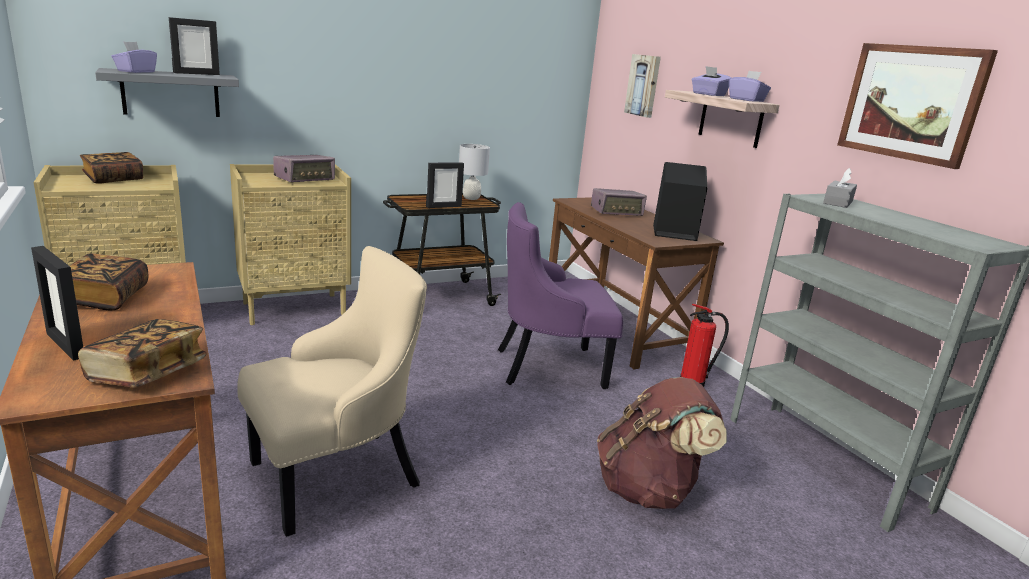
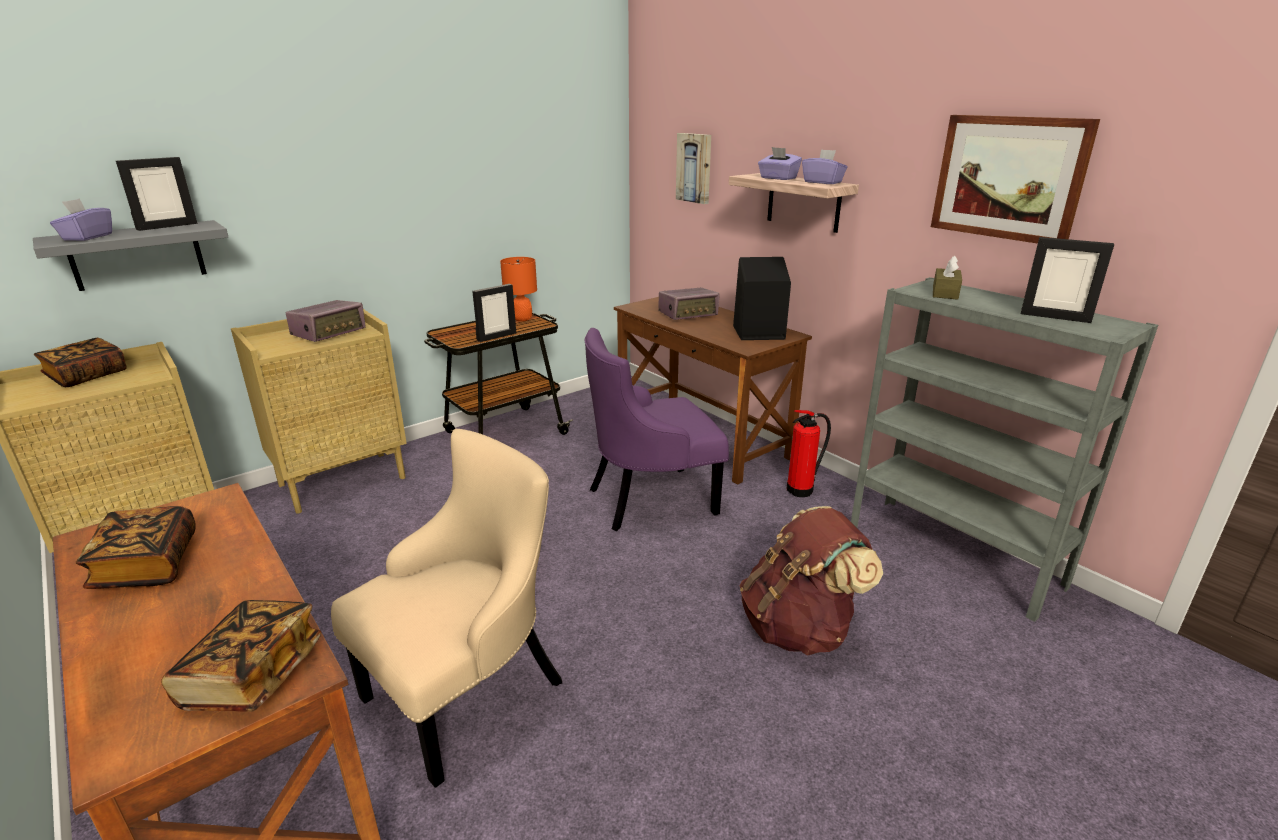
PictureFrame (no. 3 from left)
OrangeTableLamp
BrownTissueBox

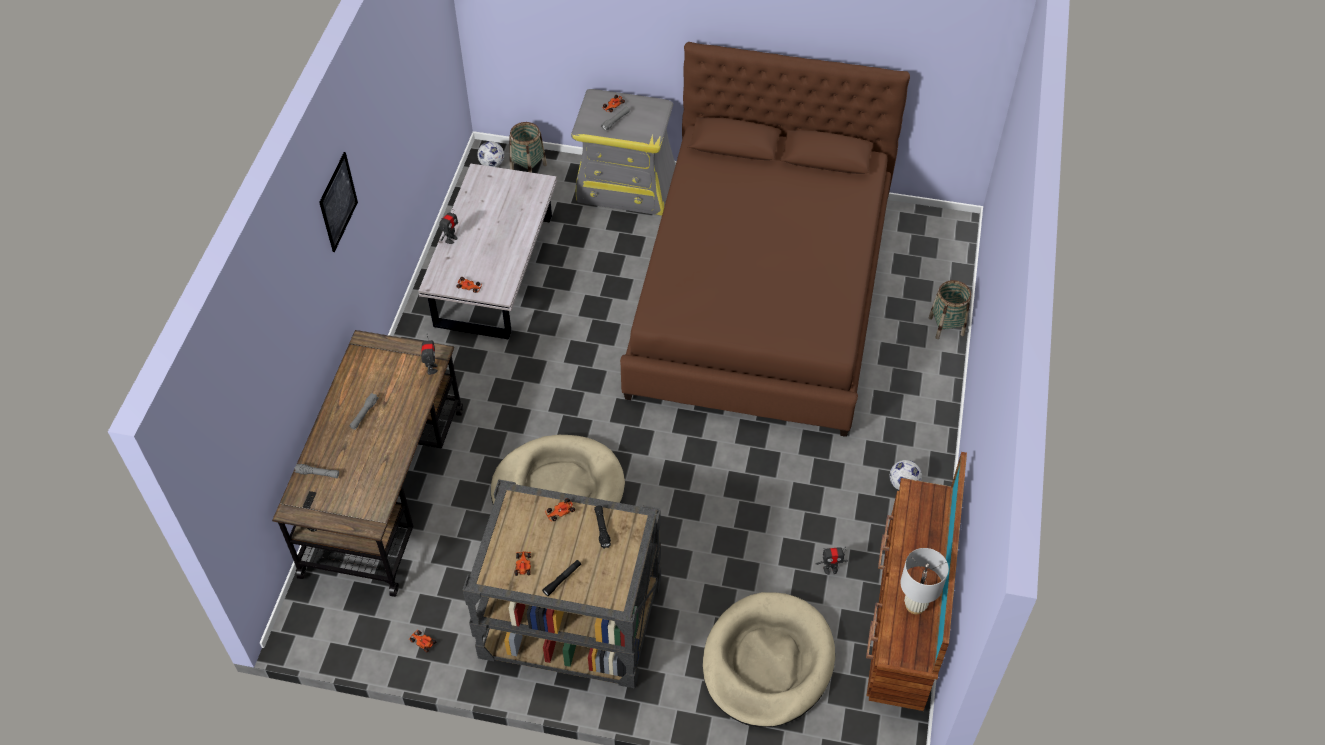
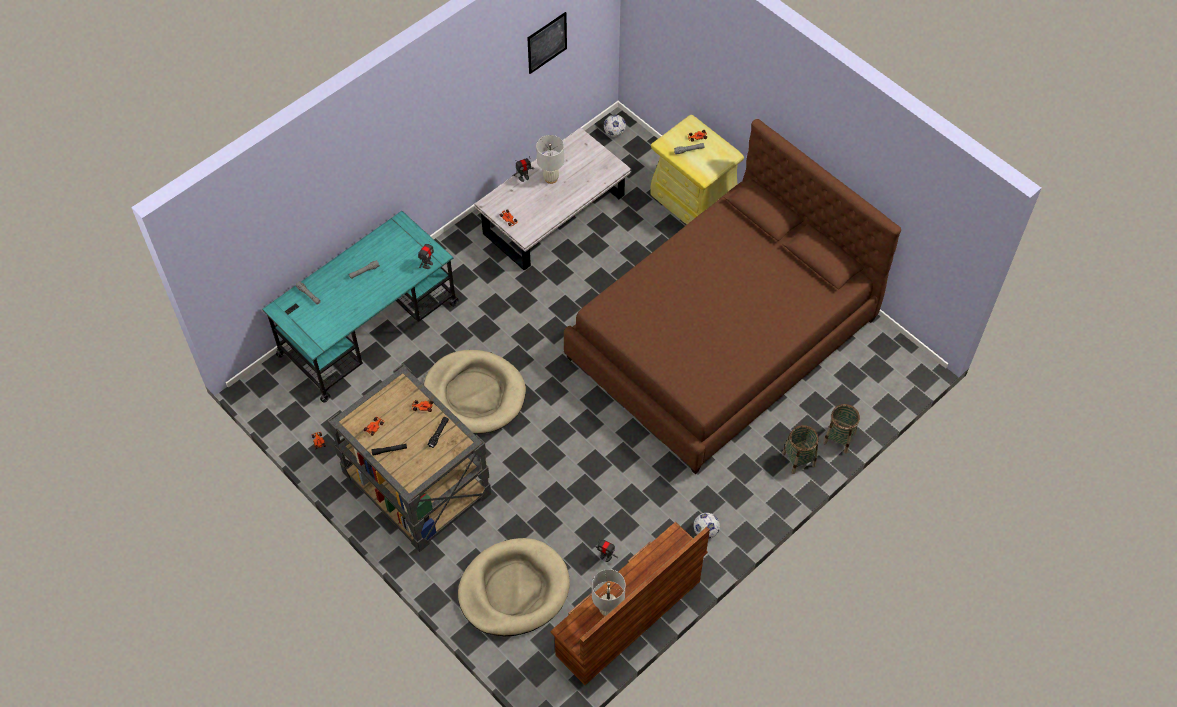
WhiteTableLamp (no. 1 from left)
Picture
Basket (no. 1 from left)
TurquoiseDesk
YellowNightstand

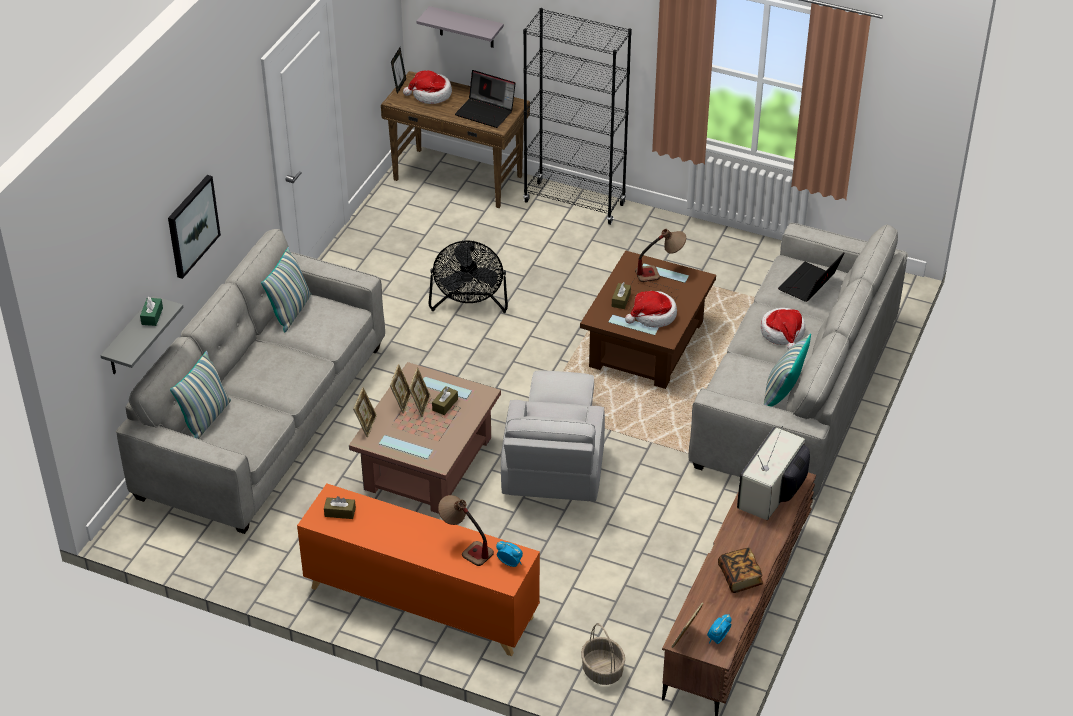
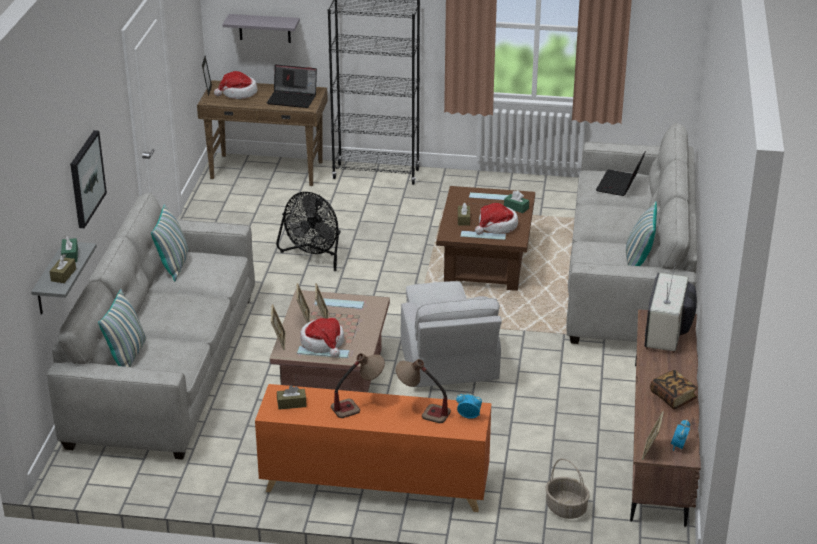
GreenTissueBox (no. 2 from left)
BrownTissueBox (no. 1 from left)
TableLamp (no. 1 from left)
Hat (no. 2 from left)
BlackFan

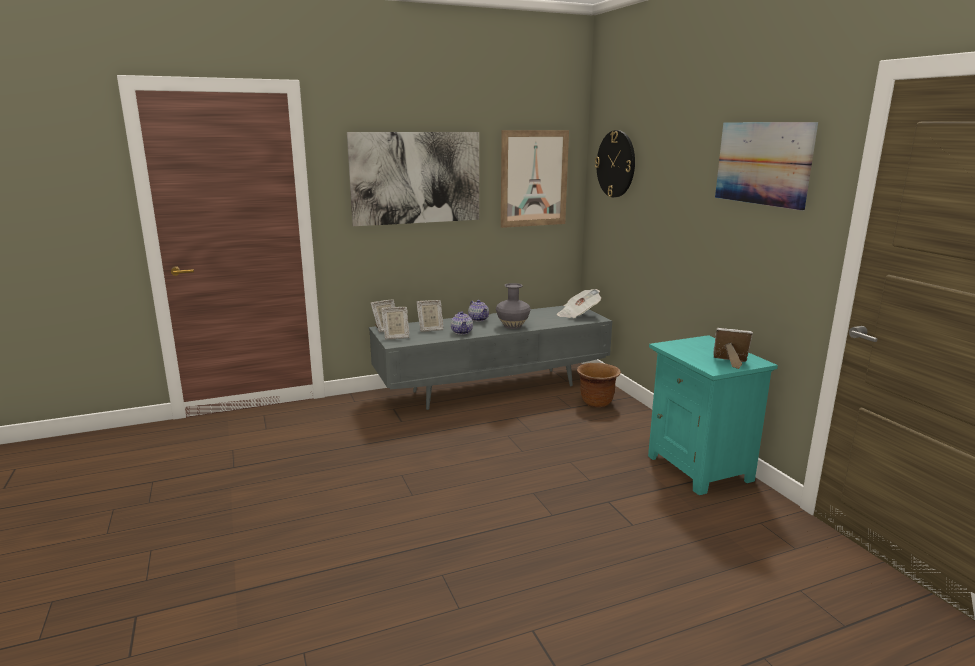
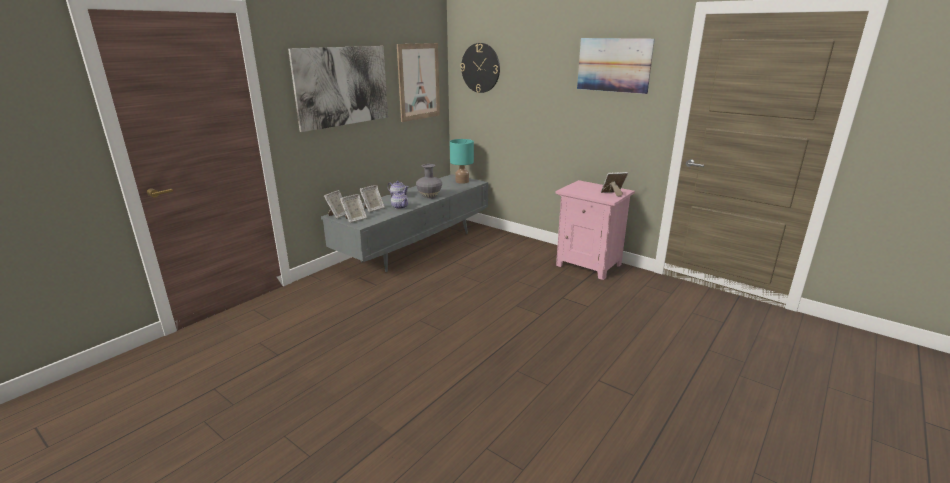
BrownPlanter
TurquoiseTableLamp
PinkNightstand

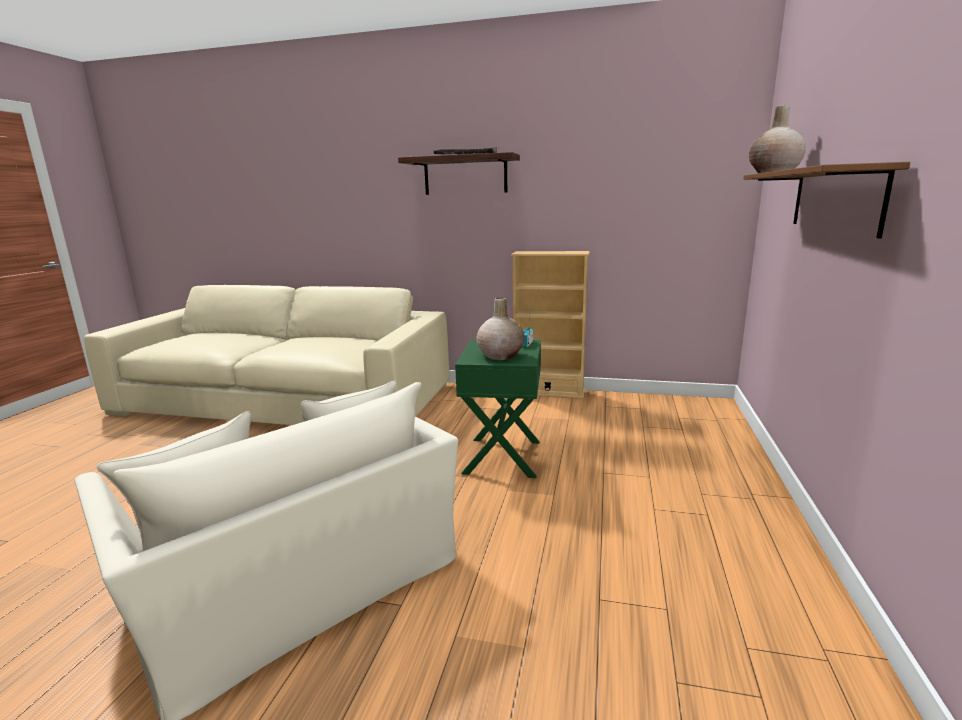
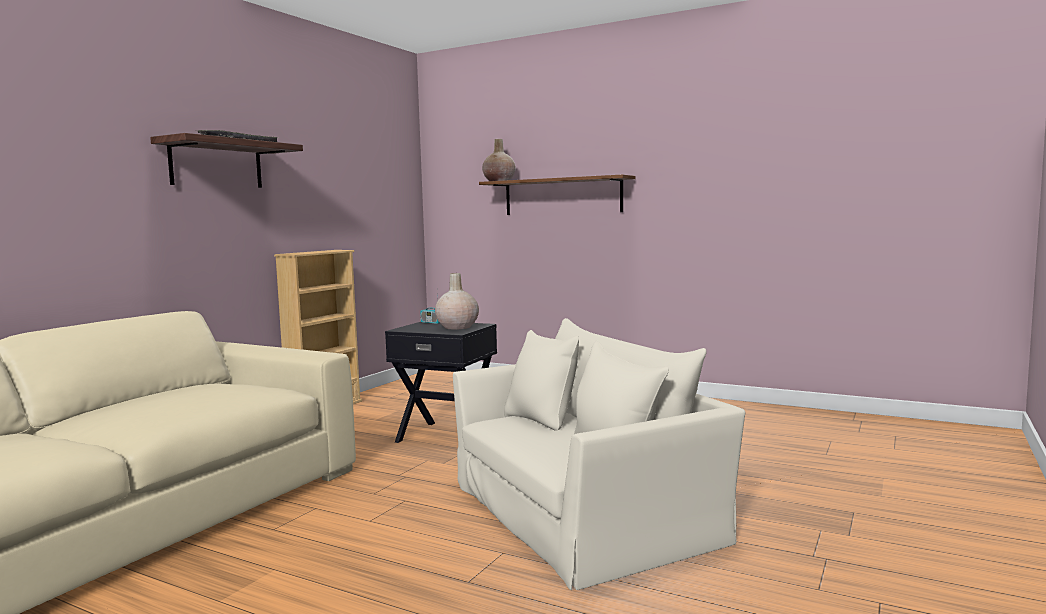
BlackSideTable

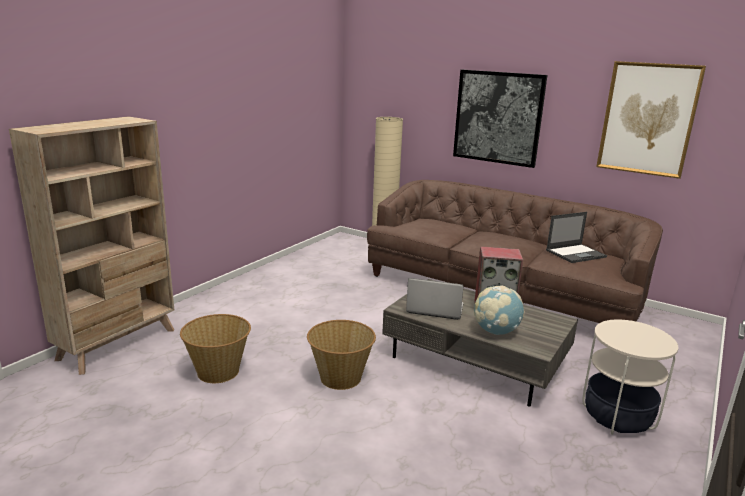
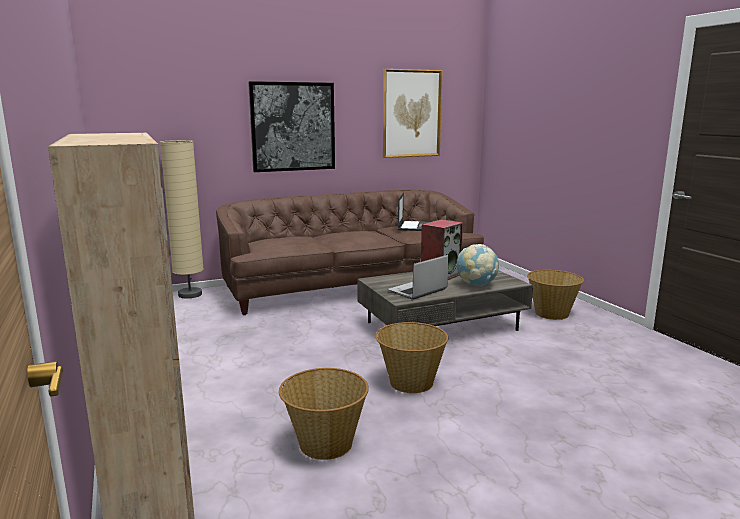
Basket (no. 3 from left)

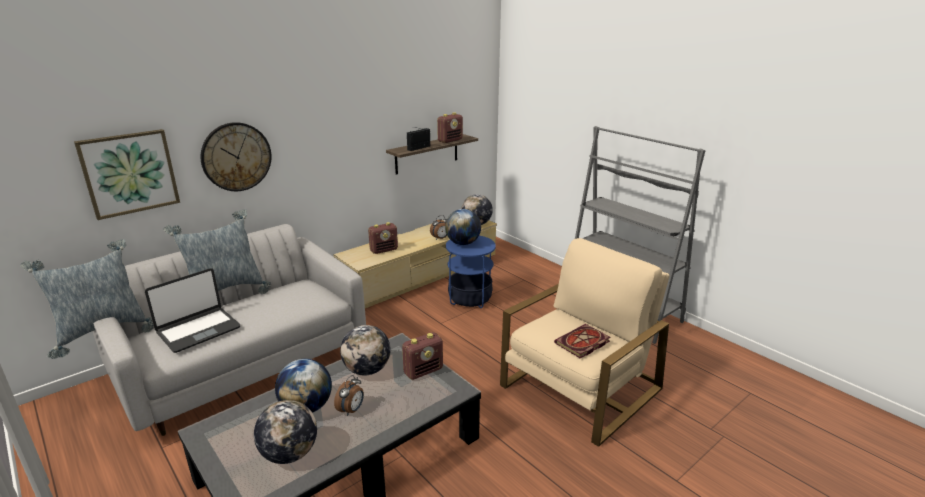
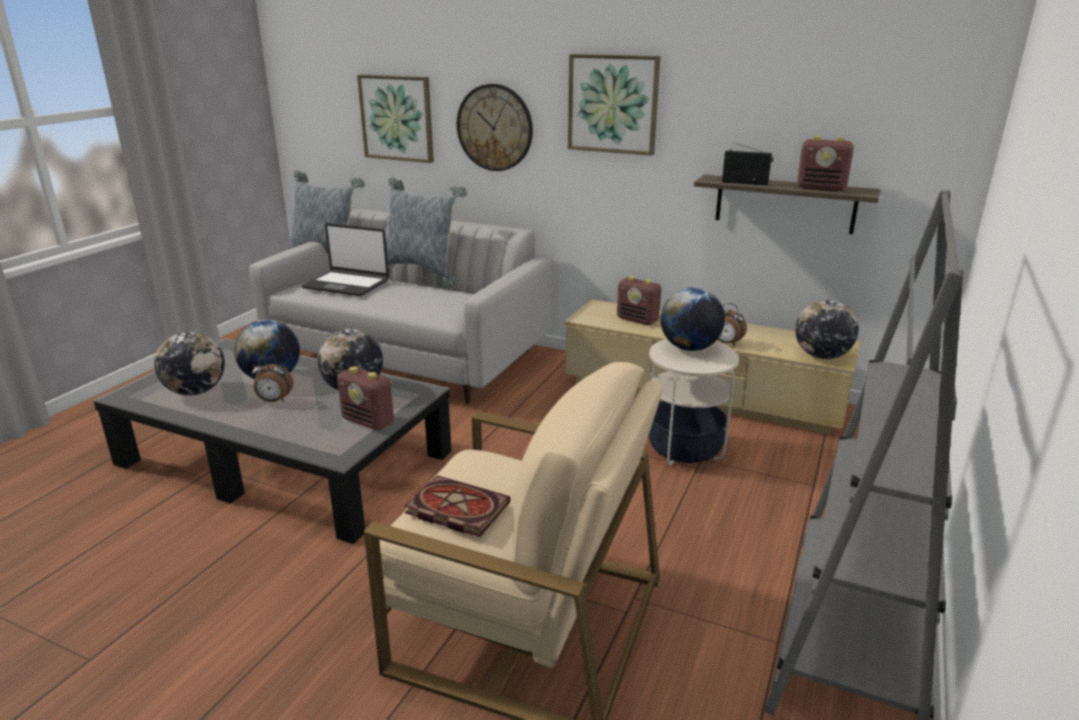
Picture (no. 2 from left)
BeigeSideTable

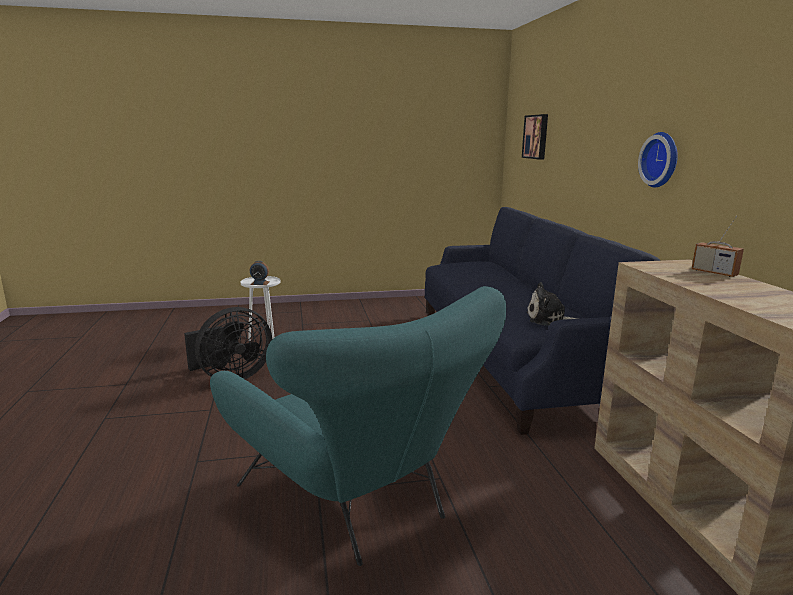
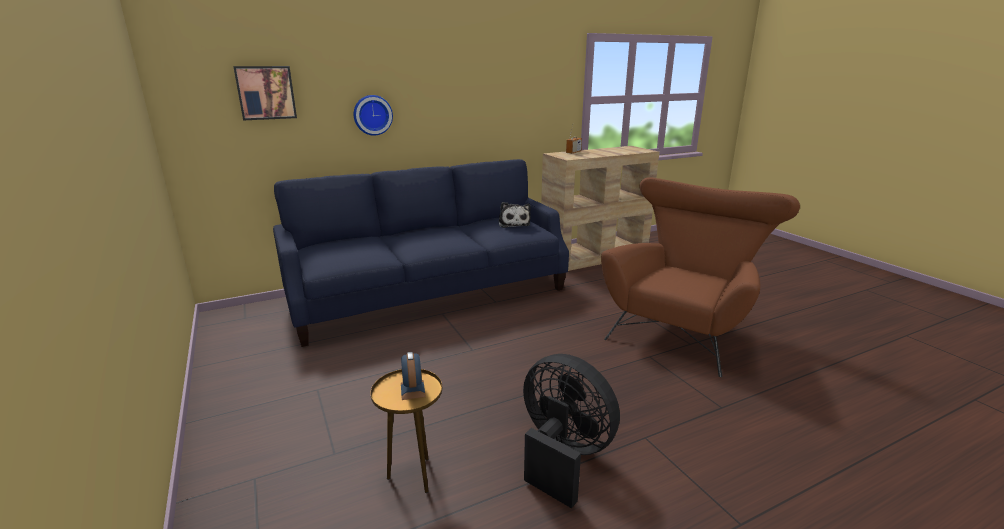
WallClock
BrownArmchair
BrownSideTable

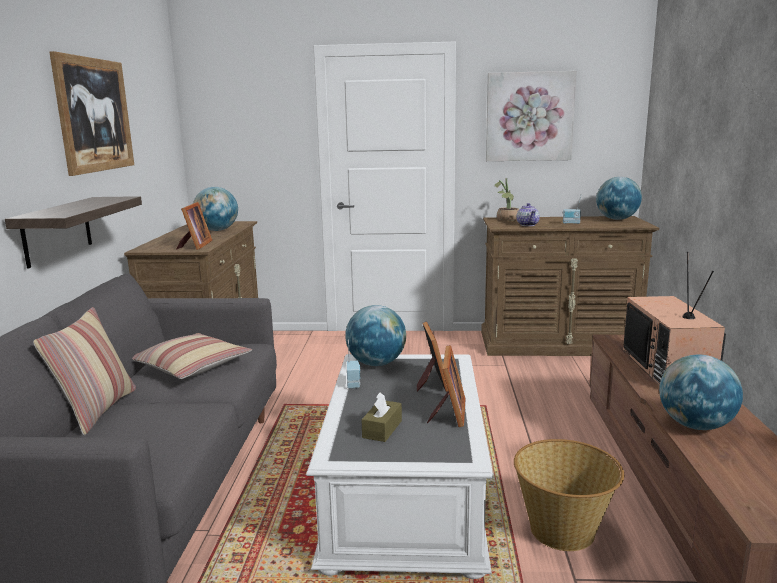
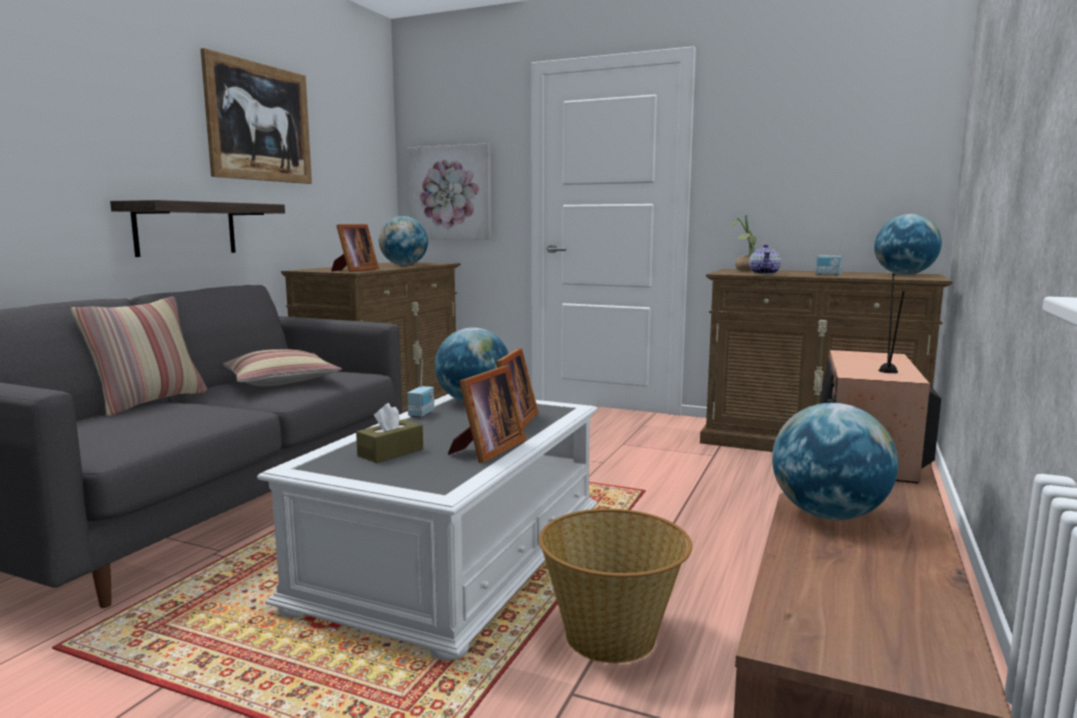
Picture (no. 2 from left)

